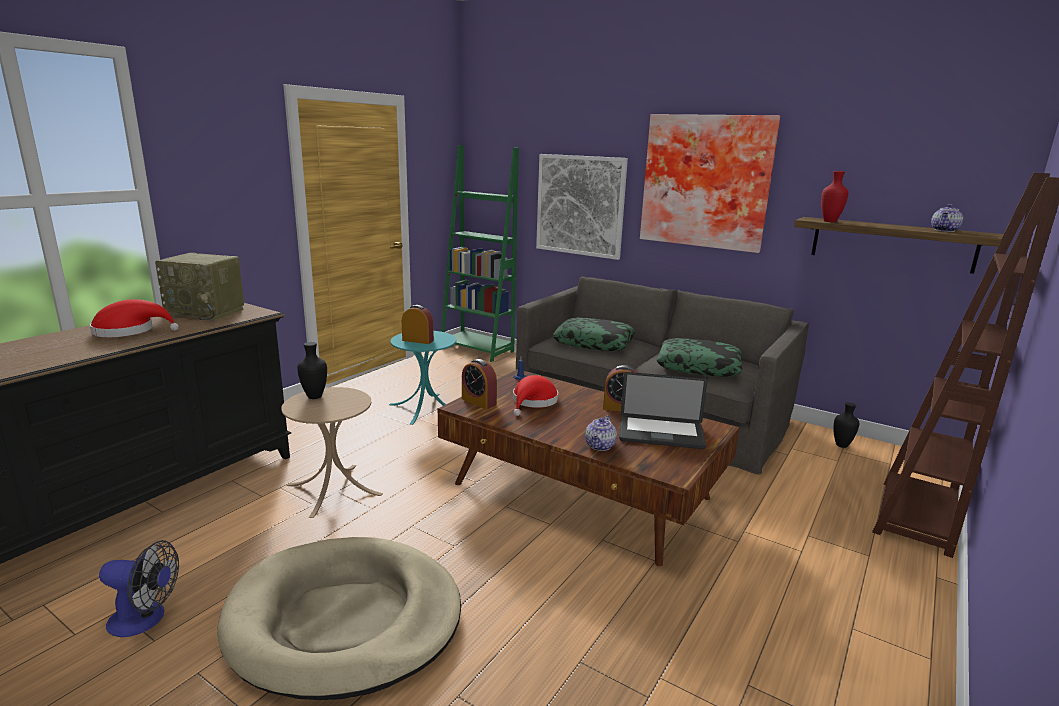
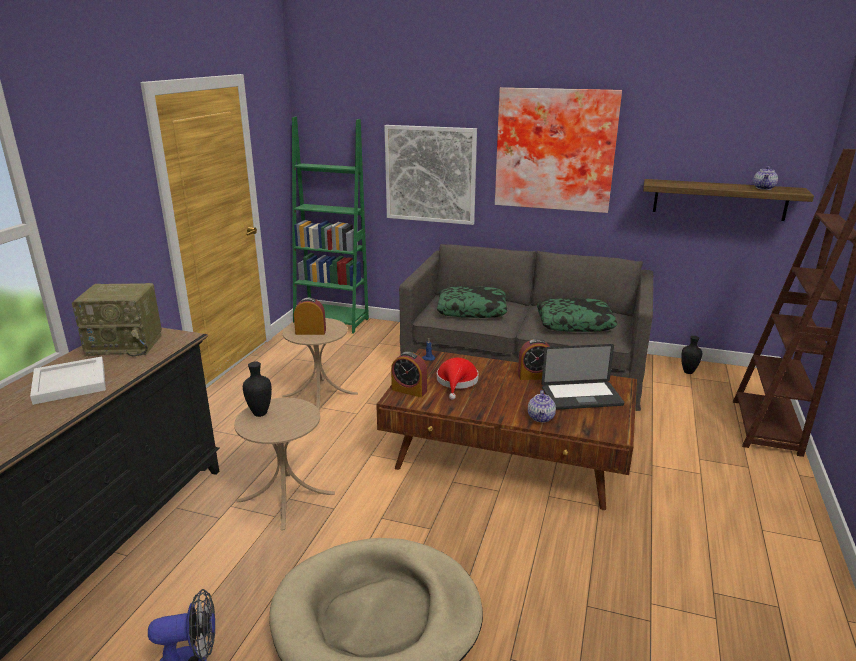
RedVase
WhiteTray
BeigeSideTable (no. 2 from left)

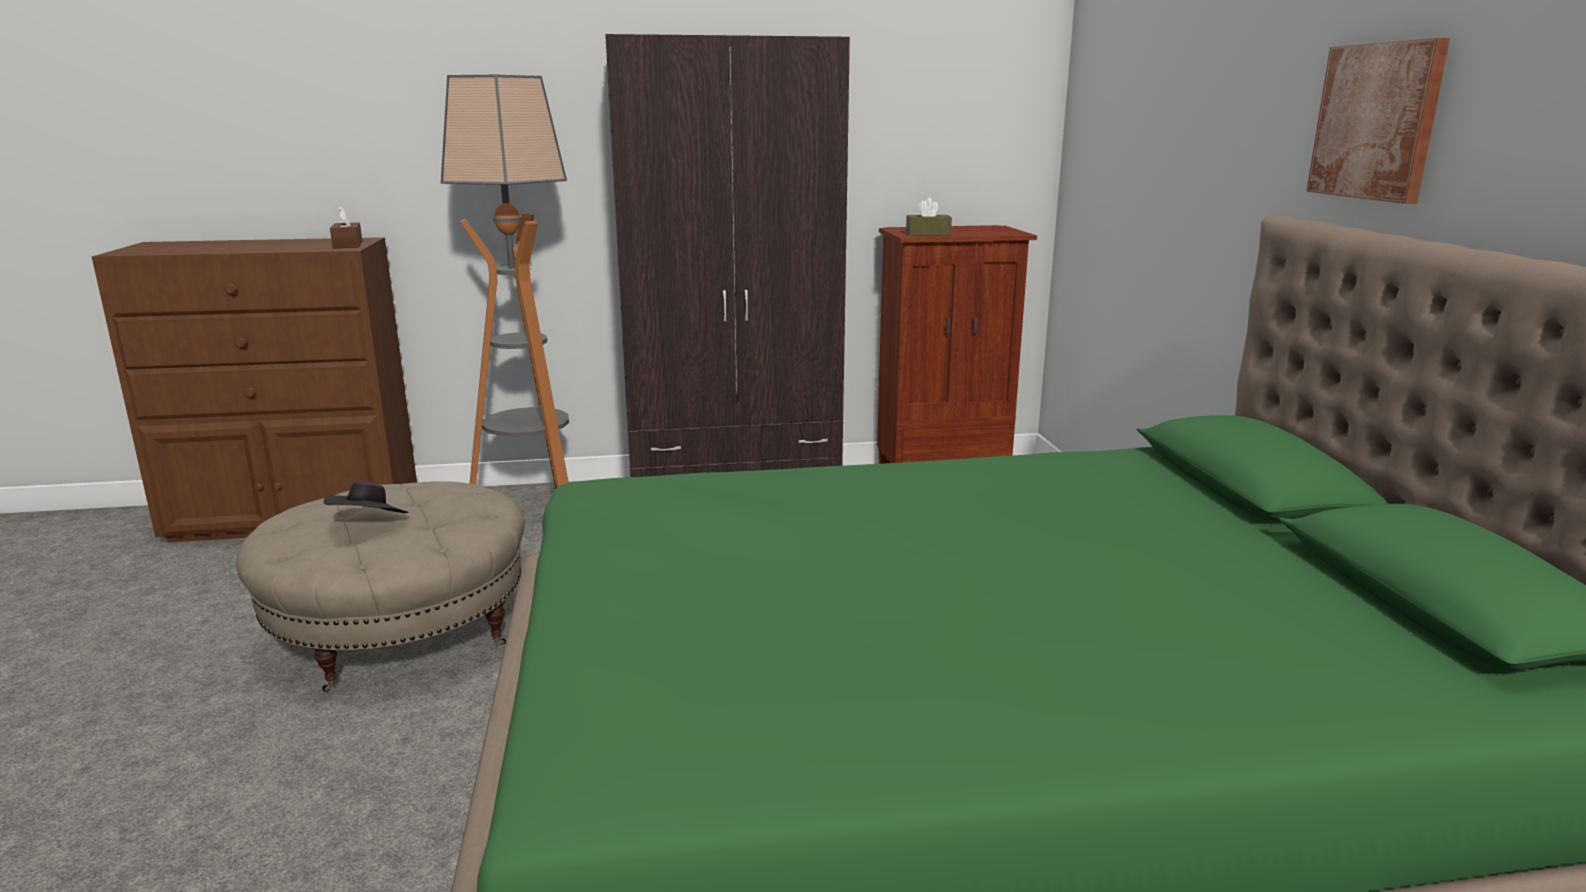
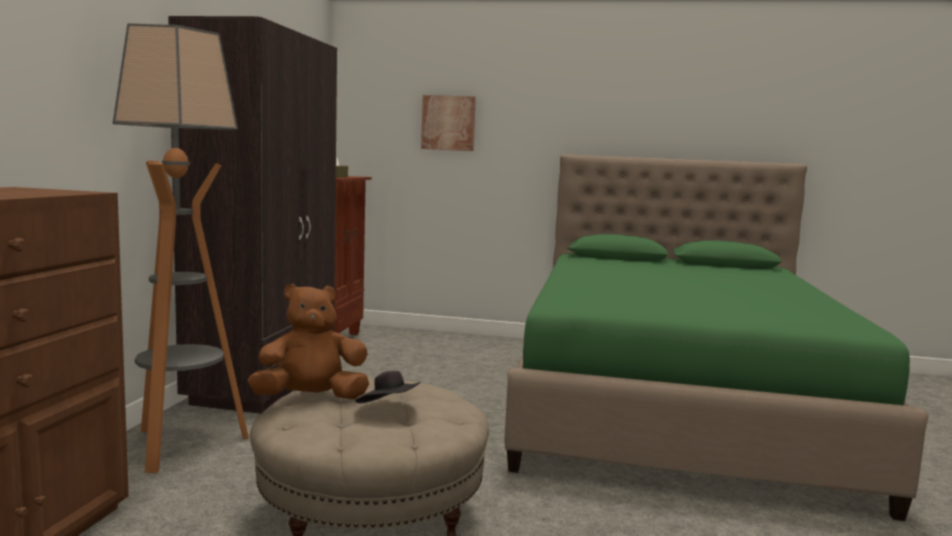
BrownTissueBox (no. 1 from left in the first image)
BrownPlushToy
Picture

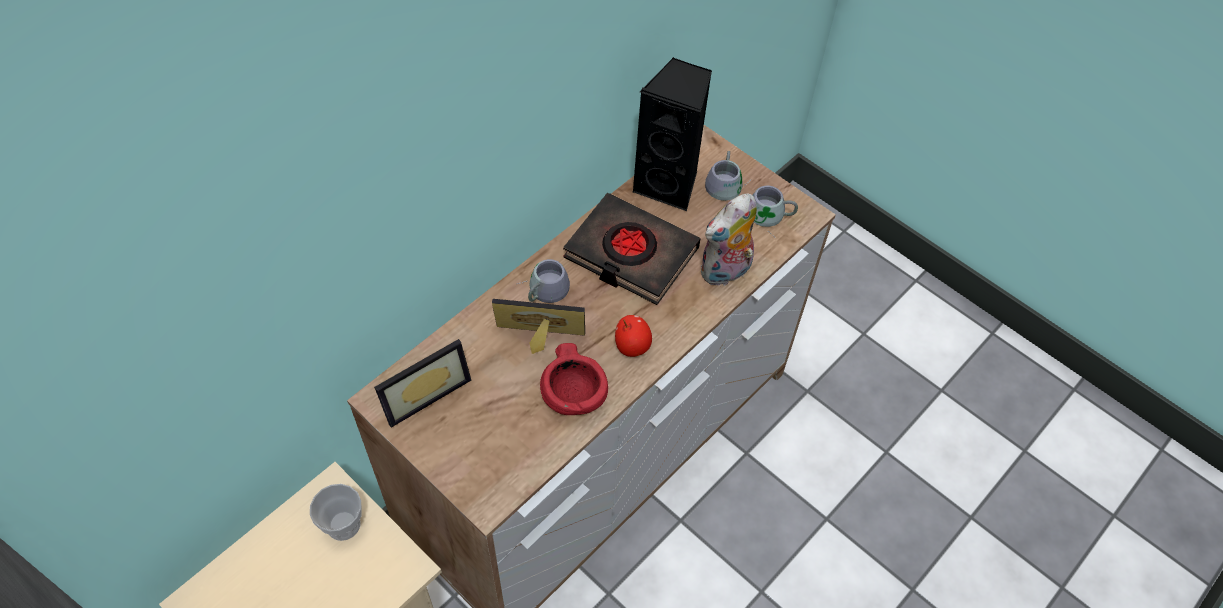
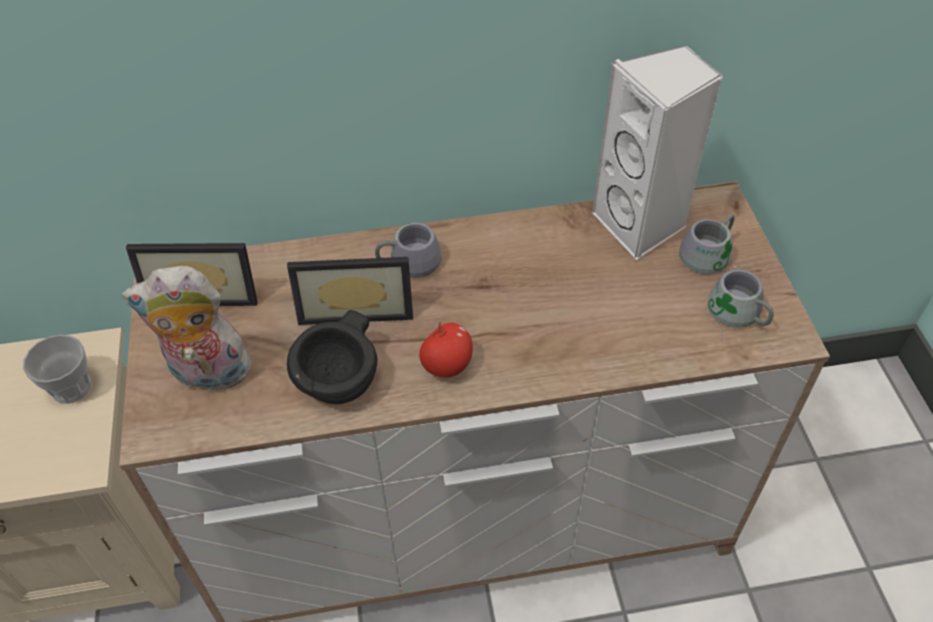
BlackBook
PlushToy
BlackBowl
WhiteSpeaker
PictureFrame (no. 2 from left)

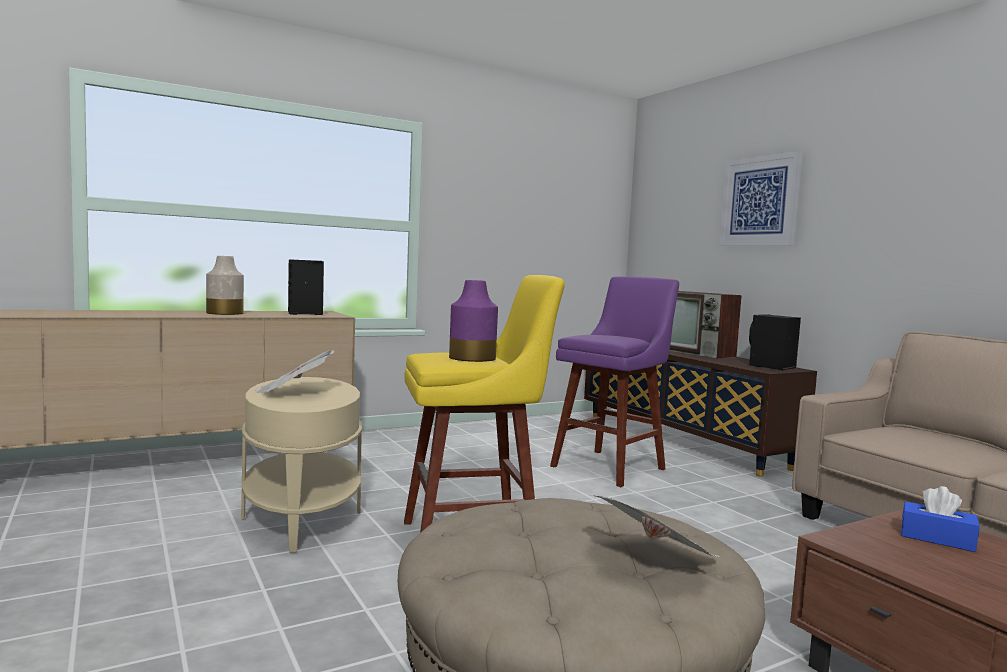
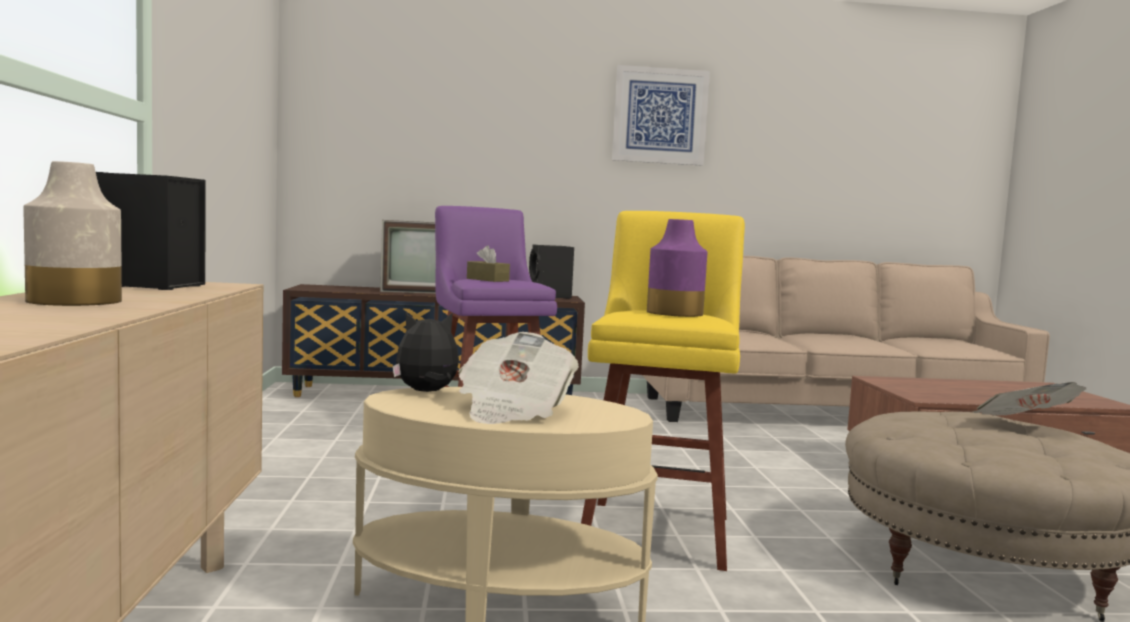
BlueTissueBox
PlushToy
BrownTissueBox
Picture

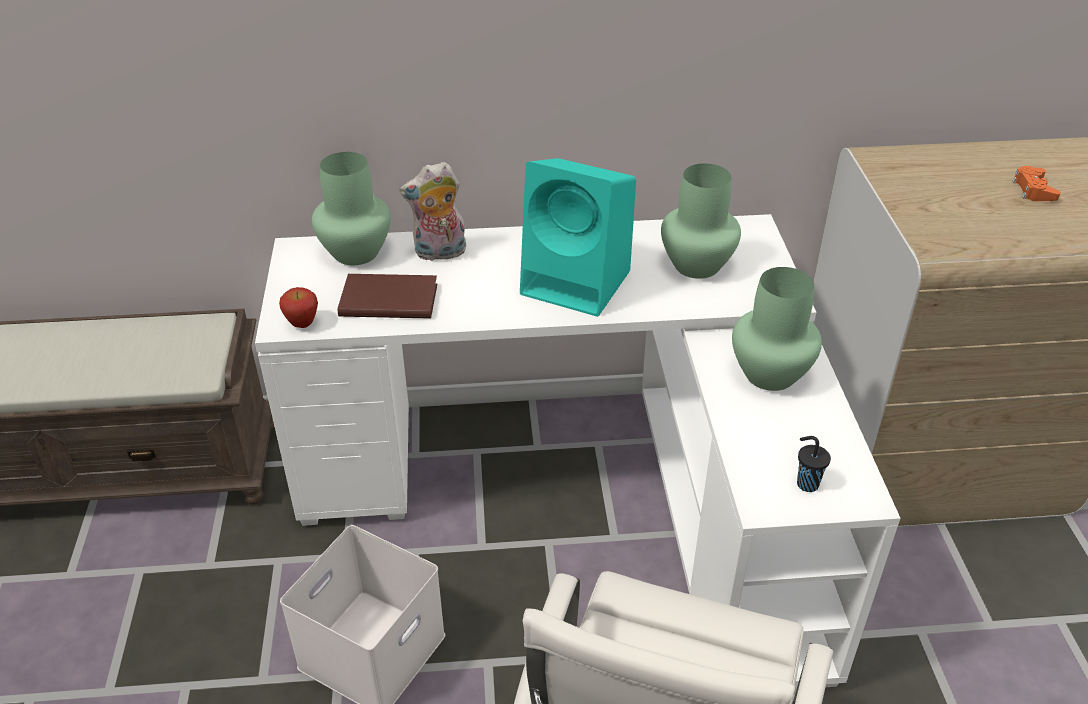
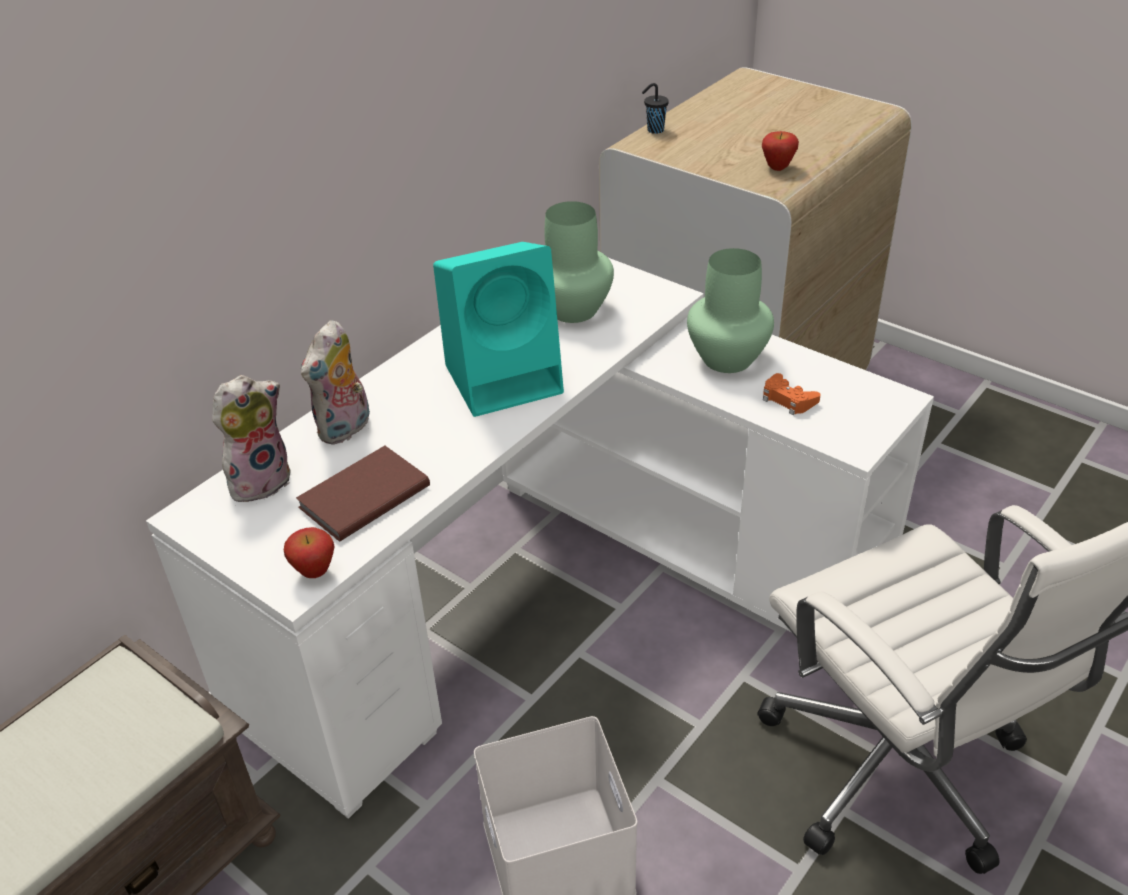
Apple (no. 2 from left)
BlackCup
OrangeGameController
PlushToy (no. 1 from left)

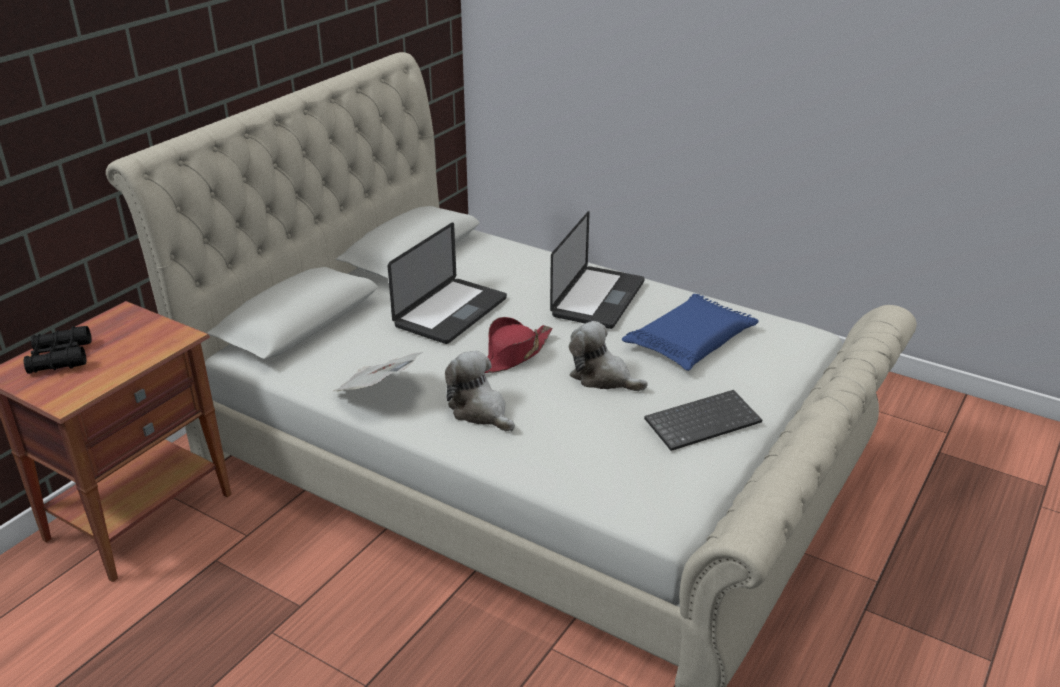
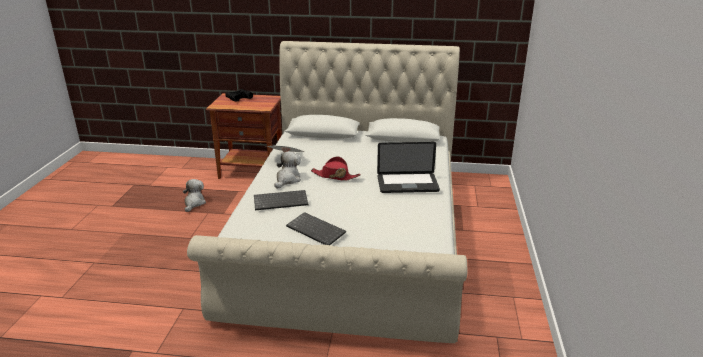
Laptop (no. 1 from left in the first image)
BluePillow
Keyboard (no. 1 from left)
PlushToy (no. 1 from left)

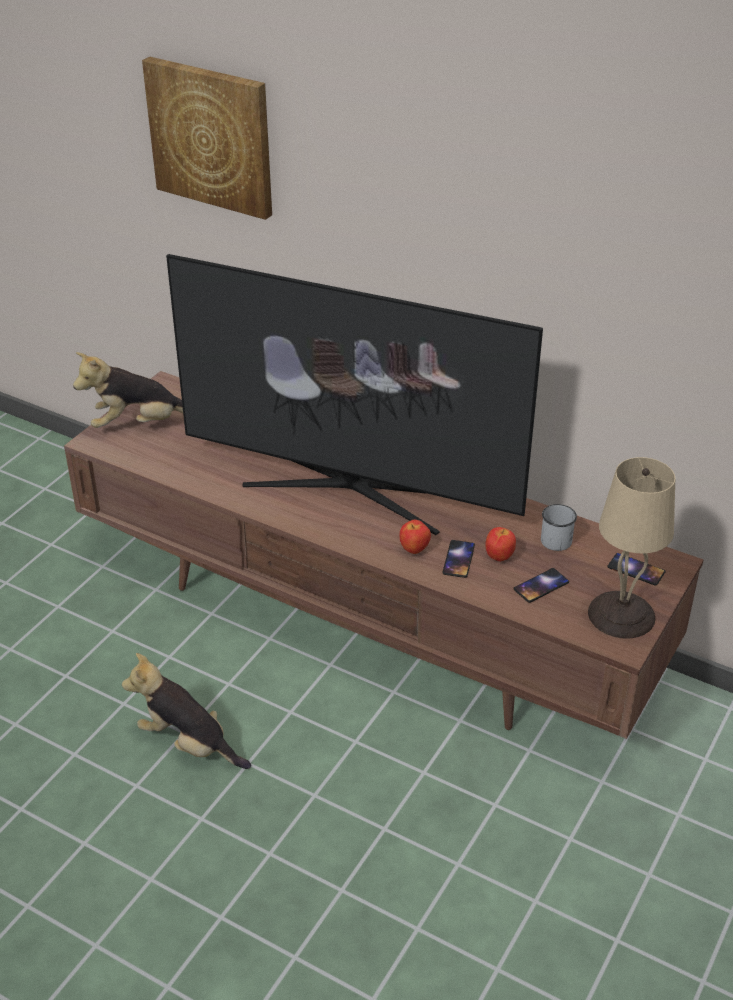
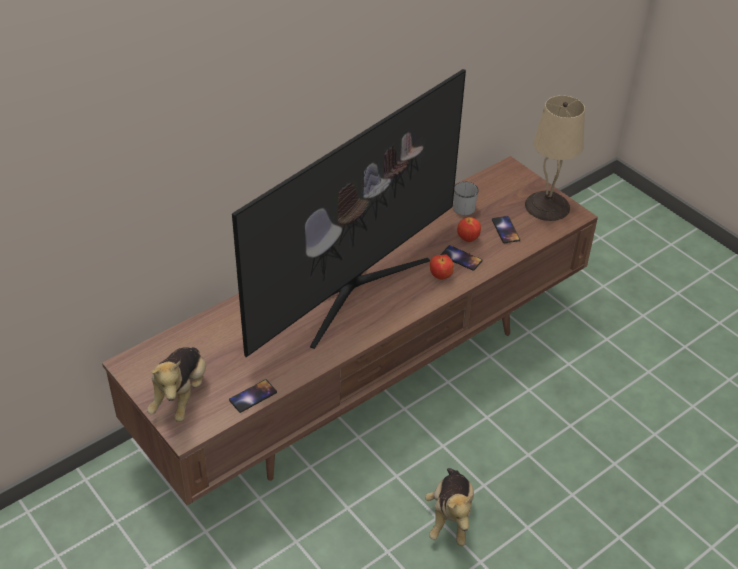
Picture
Phone (no. 1 from left)
PlushToy (no. 2 from left)

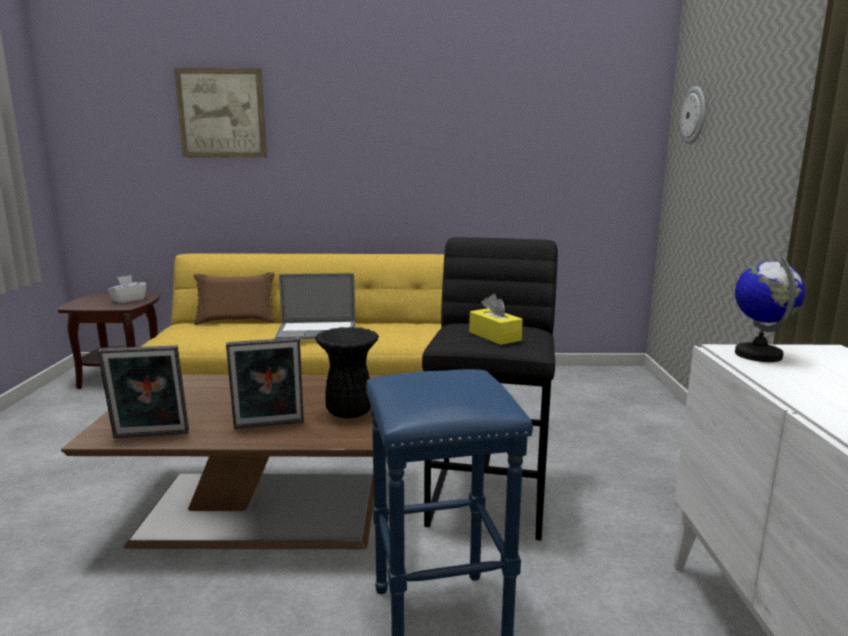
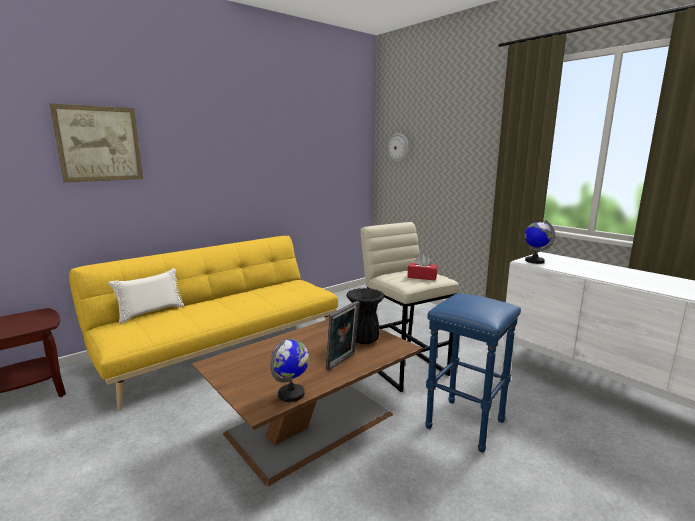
WhiteTissueBox
Laptop
Globe (no. 1 from left)
WhitePillow
BeigeStool
RedTissueBox

